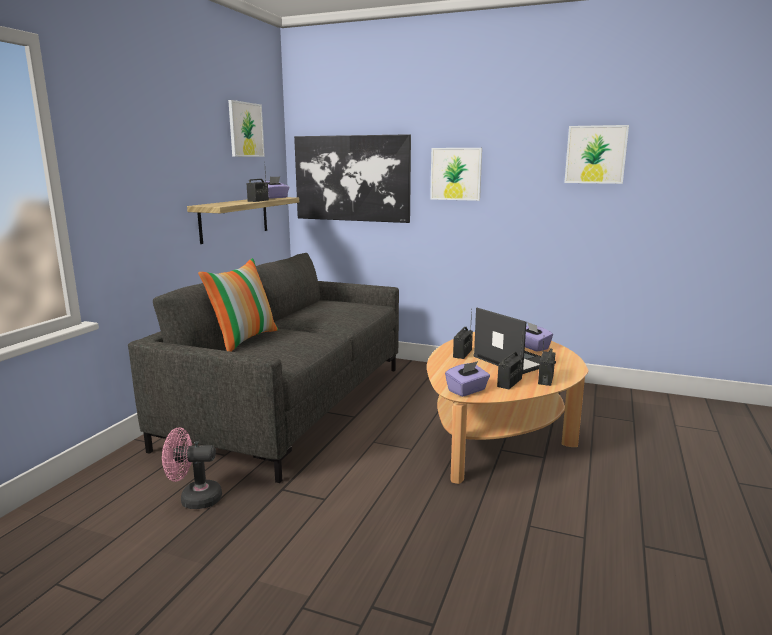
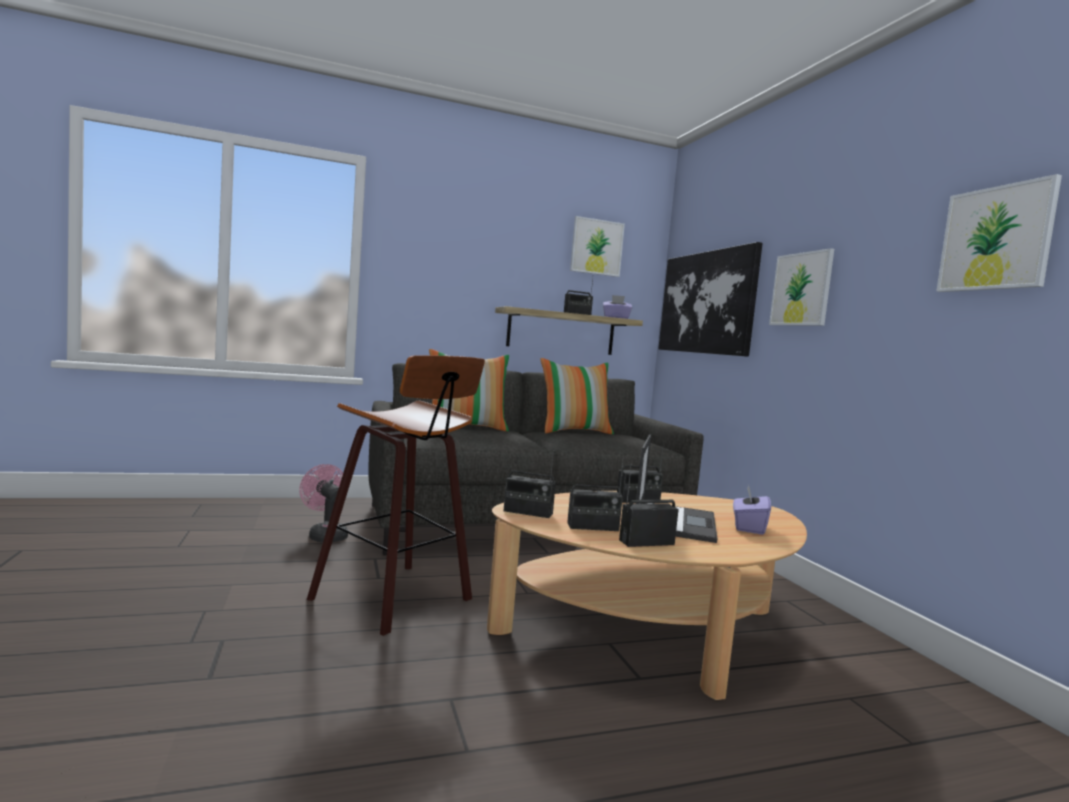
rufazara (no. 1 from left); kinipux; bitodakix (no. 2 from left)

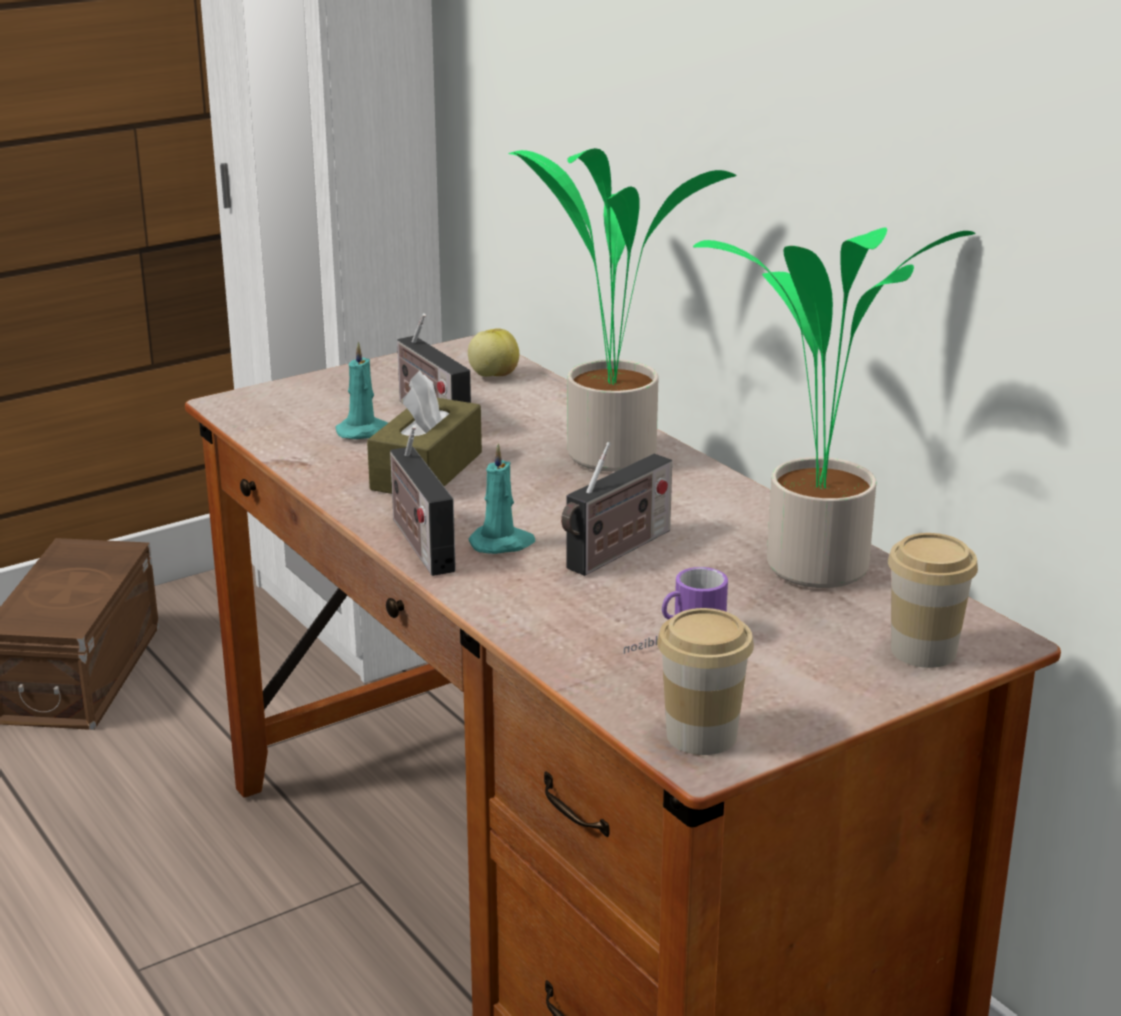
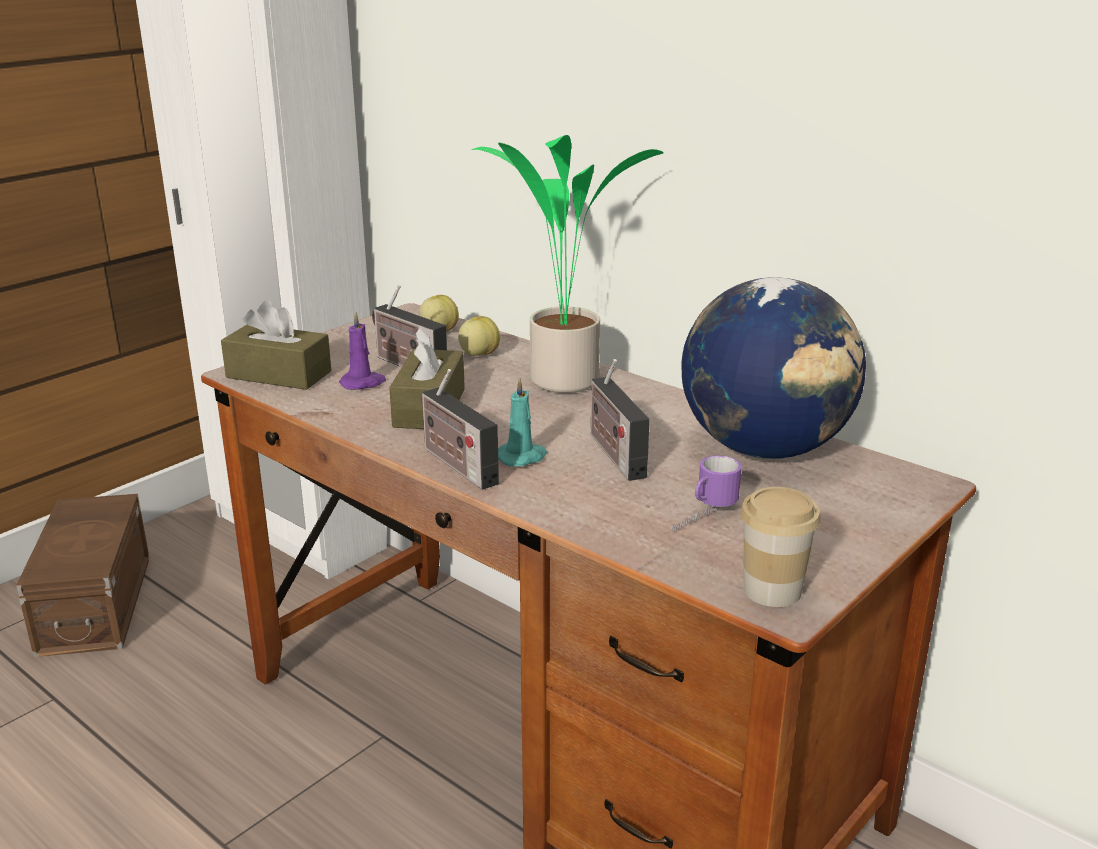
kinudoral; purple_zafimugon; rufazara (no. 3 from left); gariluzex (no. 2 from left in the first image); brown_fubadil (no. 1 from left); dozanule (no. 2 from left)

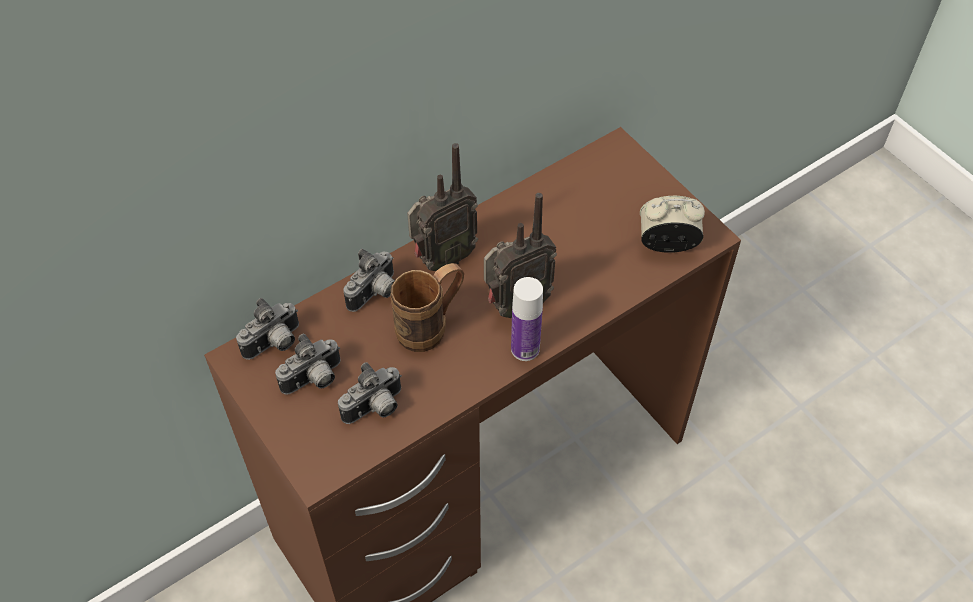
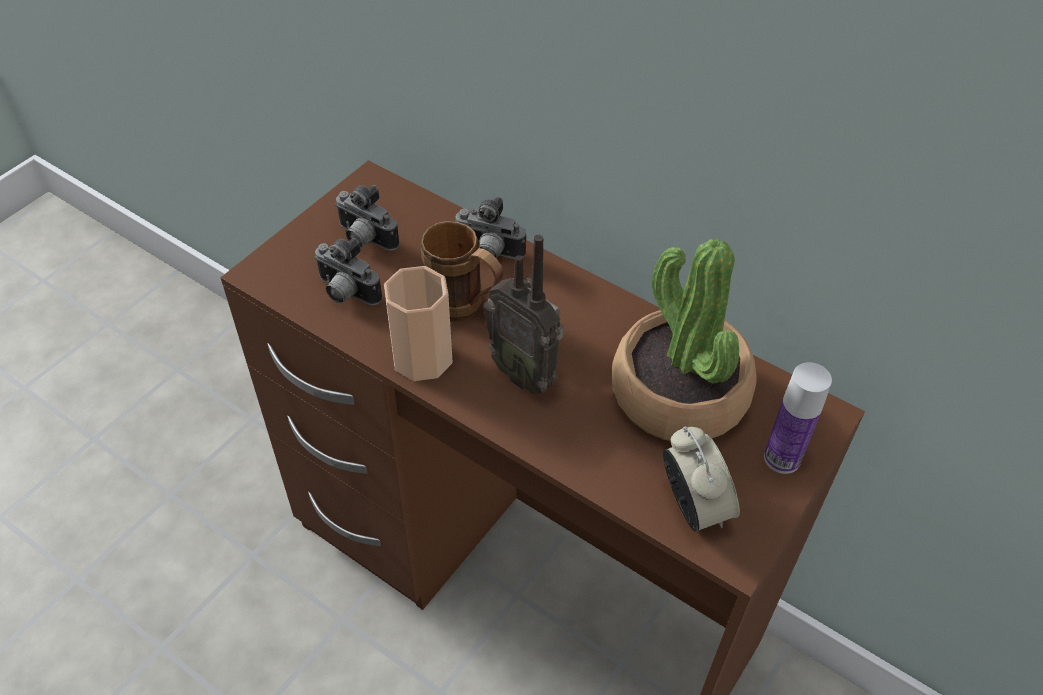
rufazara (no. 1 from left in the first image); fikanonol; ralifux (no. 1 from left in the first image); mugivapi; gariluzex

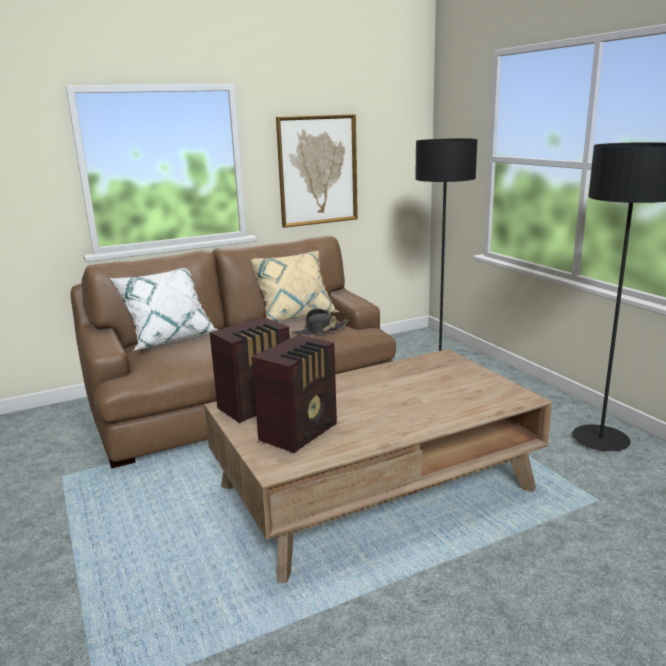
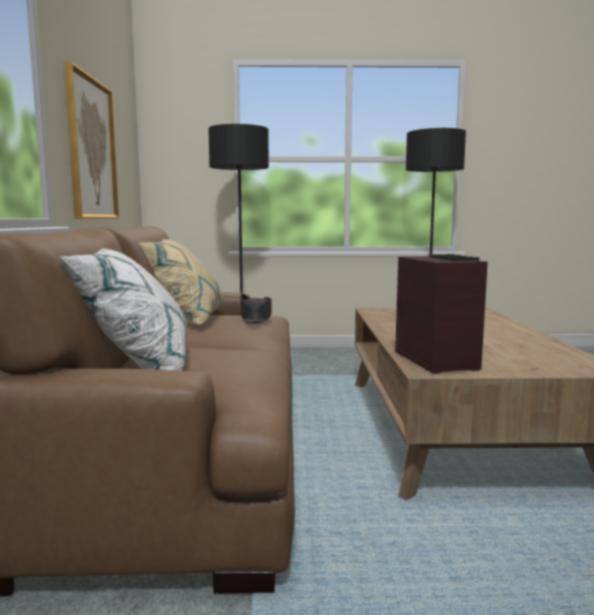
rufazara (no. 2 from left in the first image)

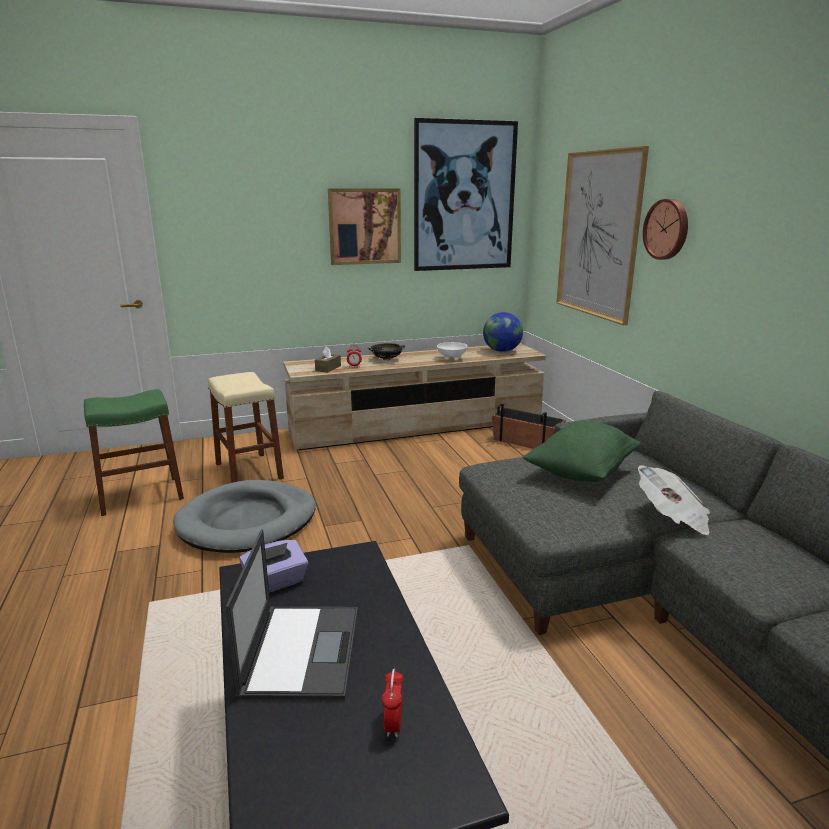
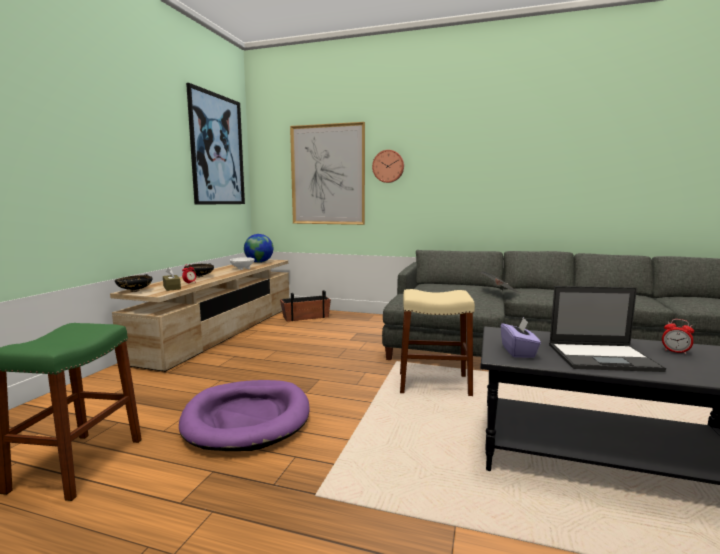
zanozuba (no. 1 from left in the first image); beige_kinipux; green_bitodakix; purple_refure; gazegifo; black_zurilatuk (no. 1 from left)

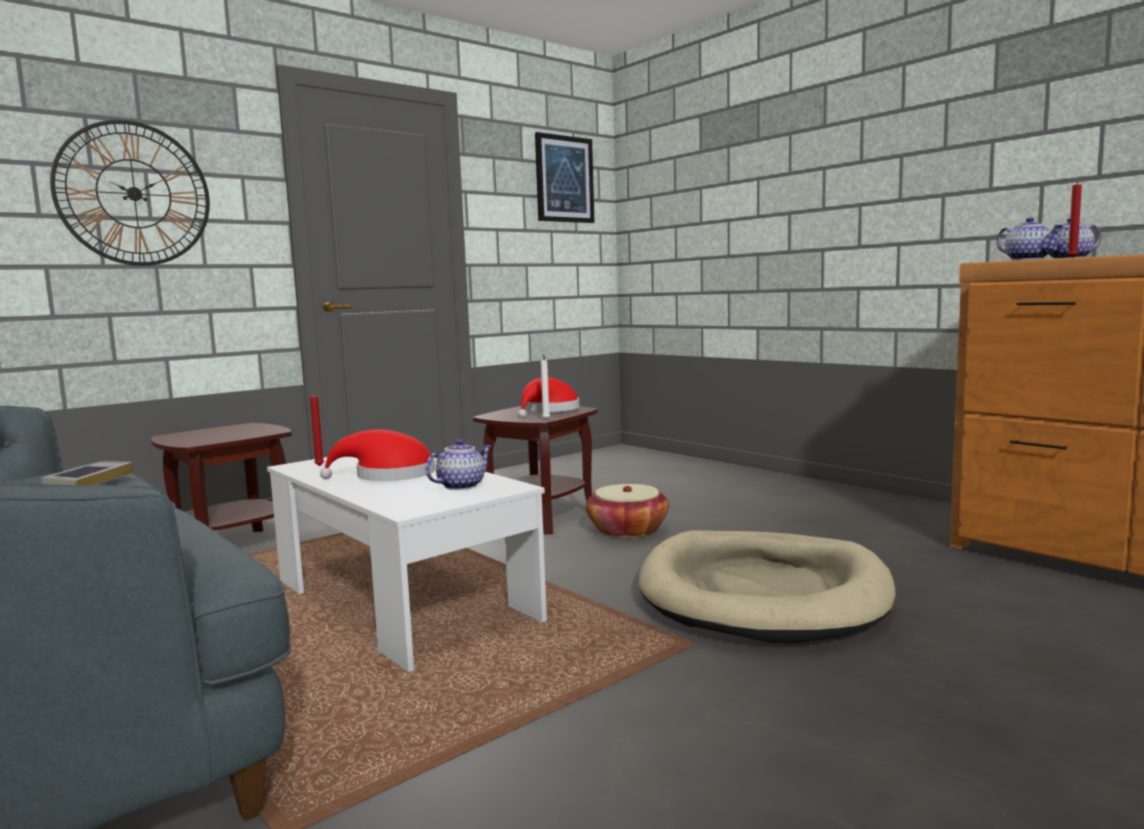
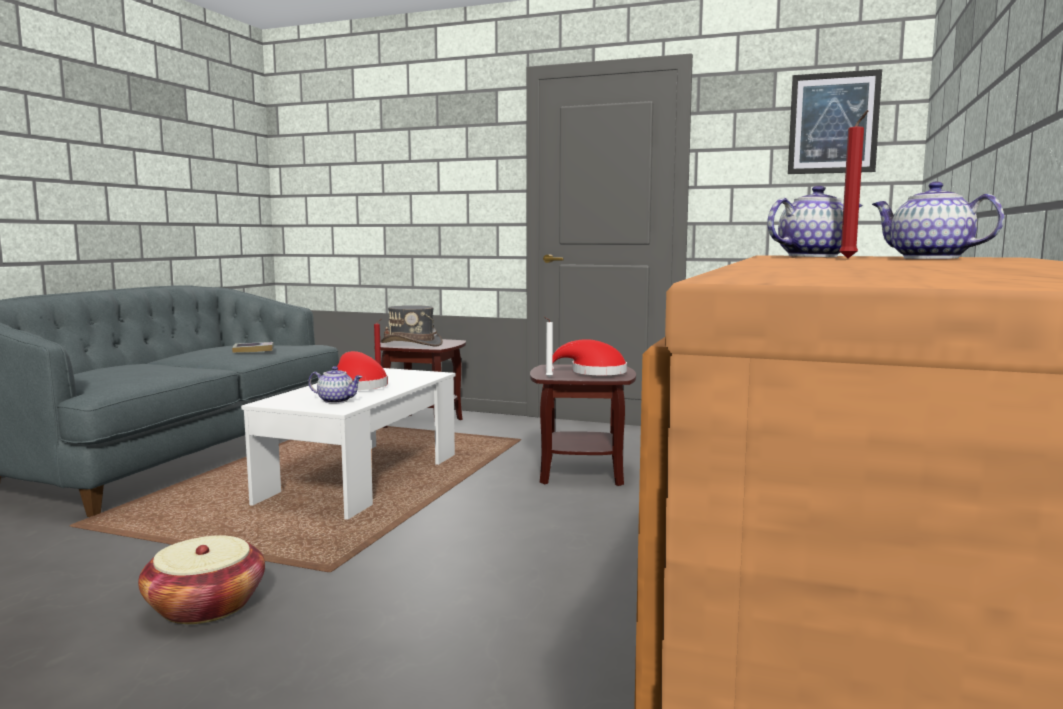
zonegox; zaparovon (no. 2 from left); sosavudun; beige_refure; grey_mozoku

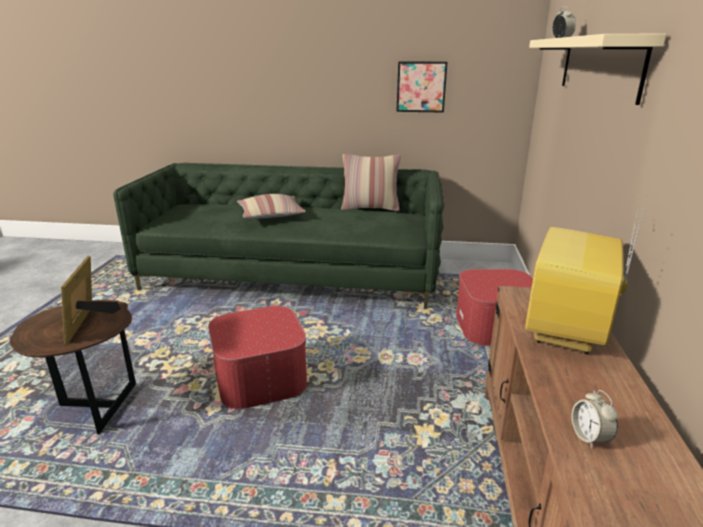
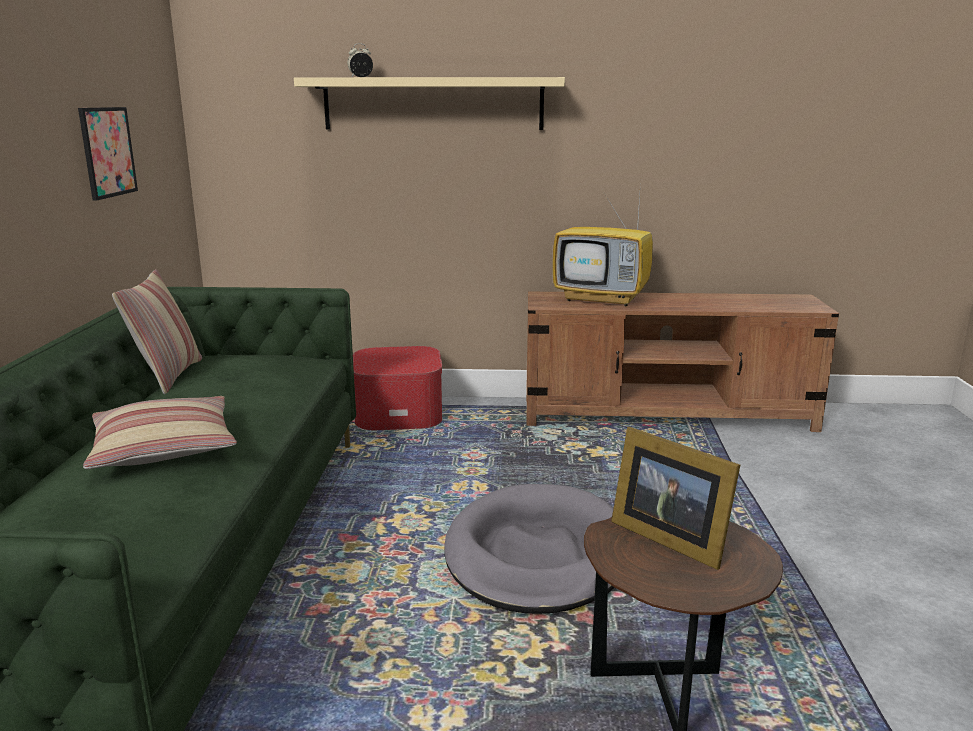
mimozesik; grey_refure; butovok (no. 2 from left in the first image)

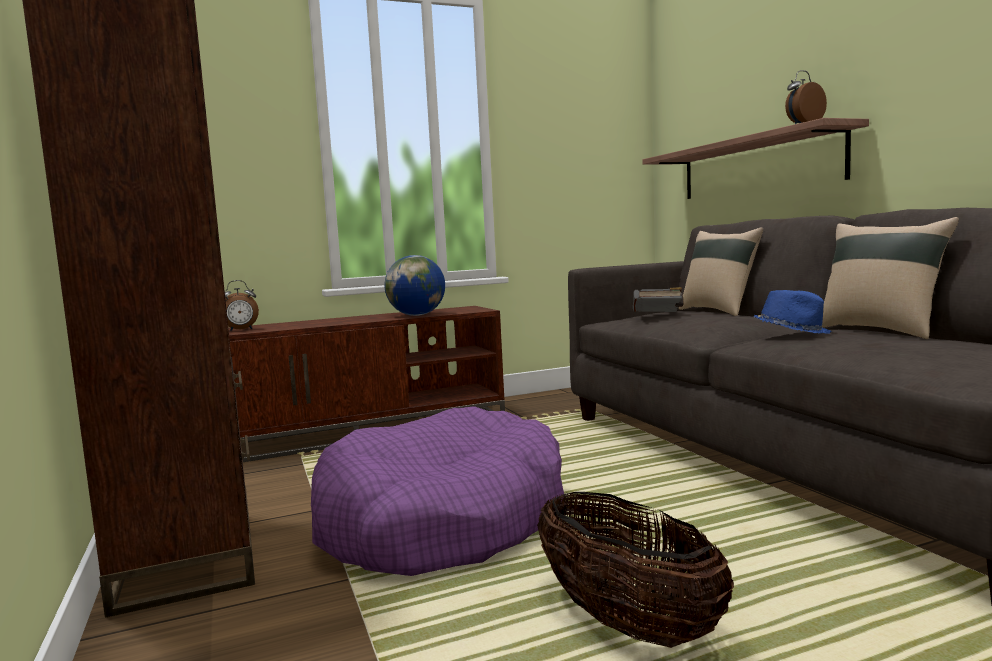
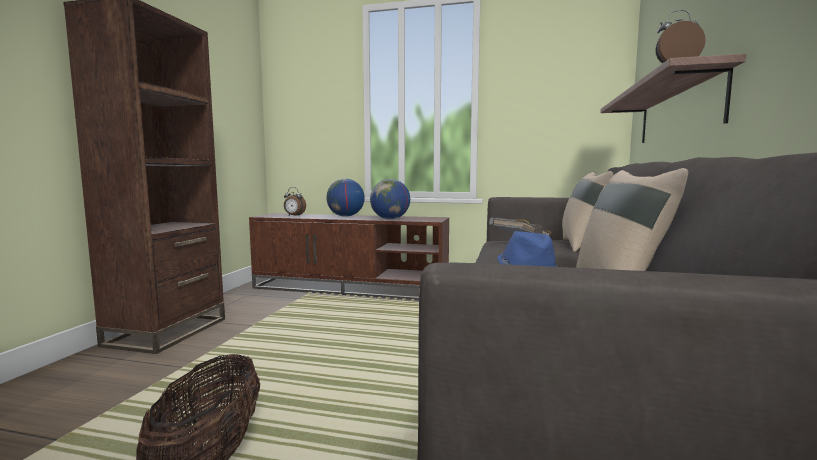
purple_refure; kinudoral (no. 1 from left)

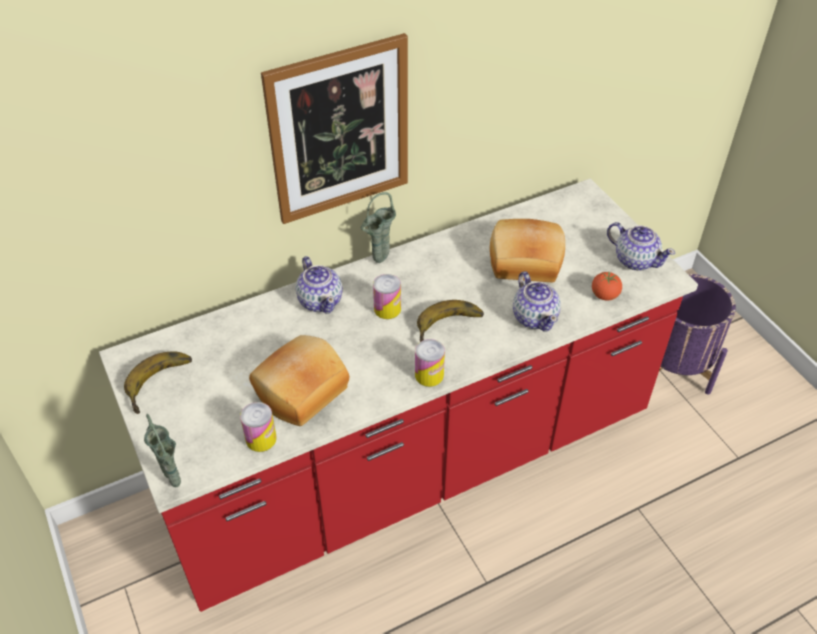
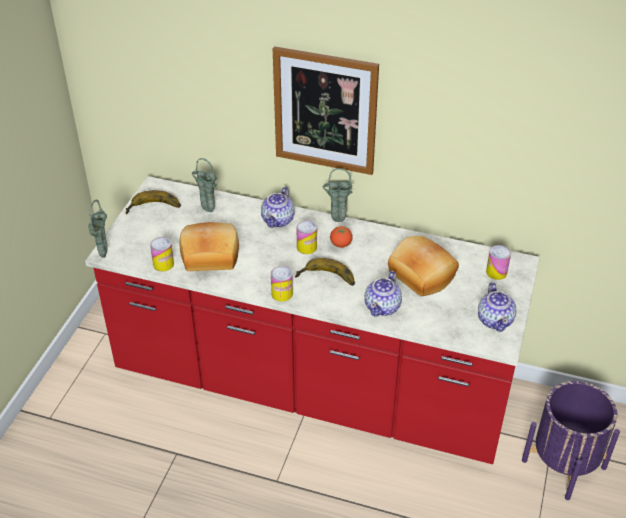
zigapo; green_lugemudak (no. 2 from left); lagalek (no. 4 from left)

